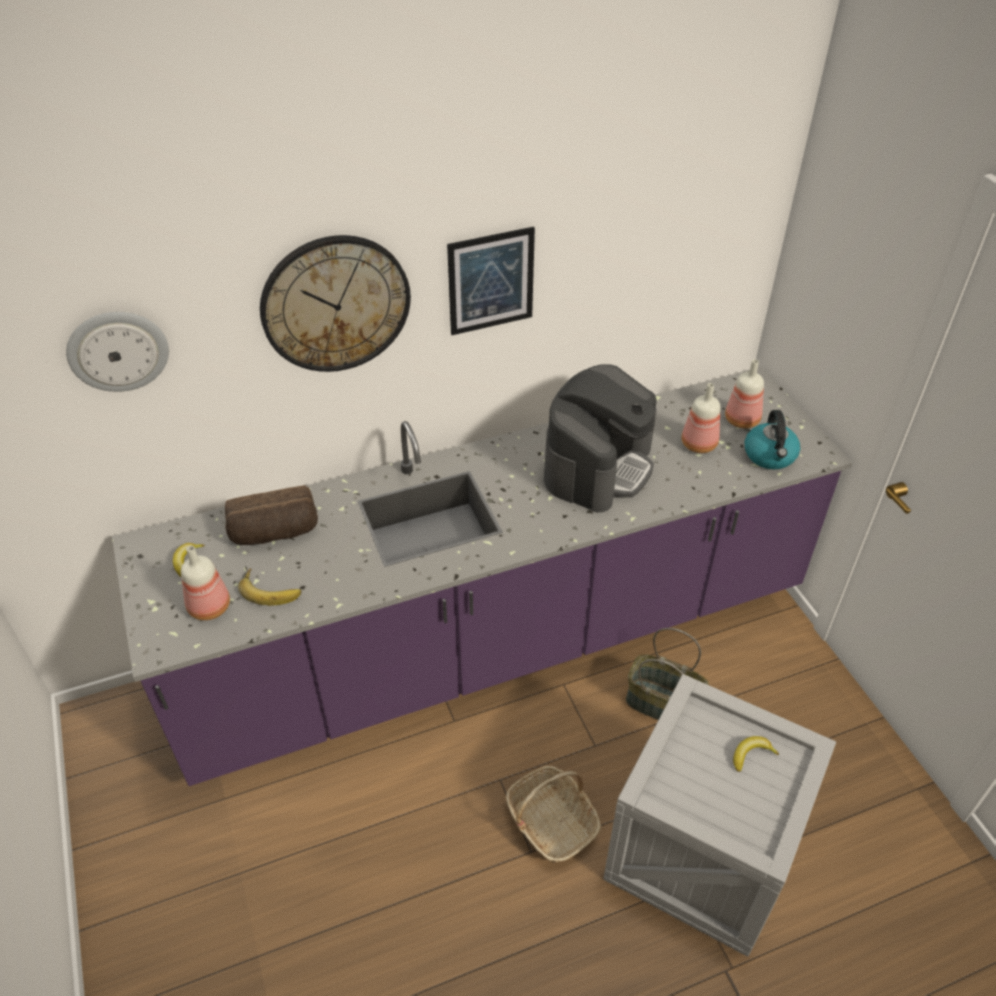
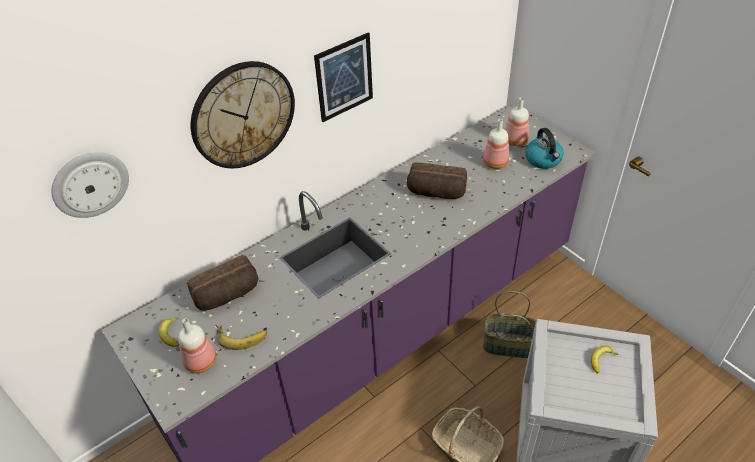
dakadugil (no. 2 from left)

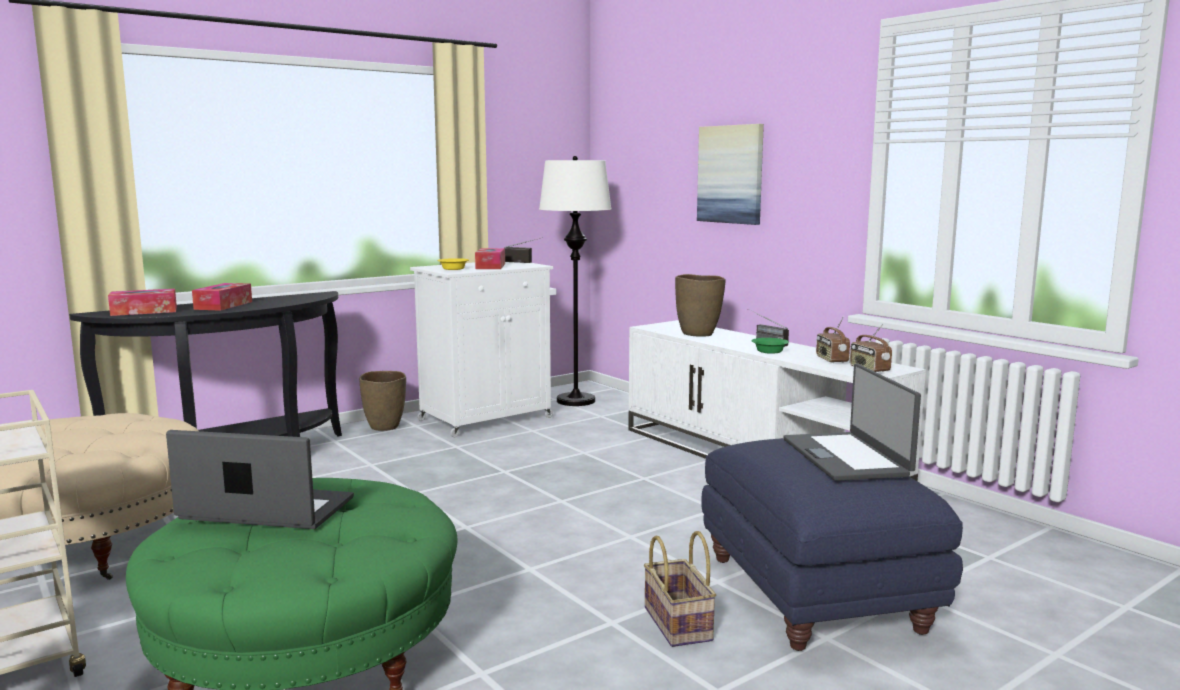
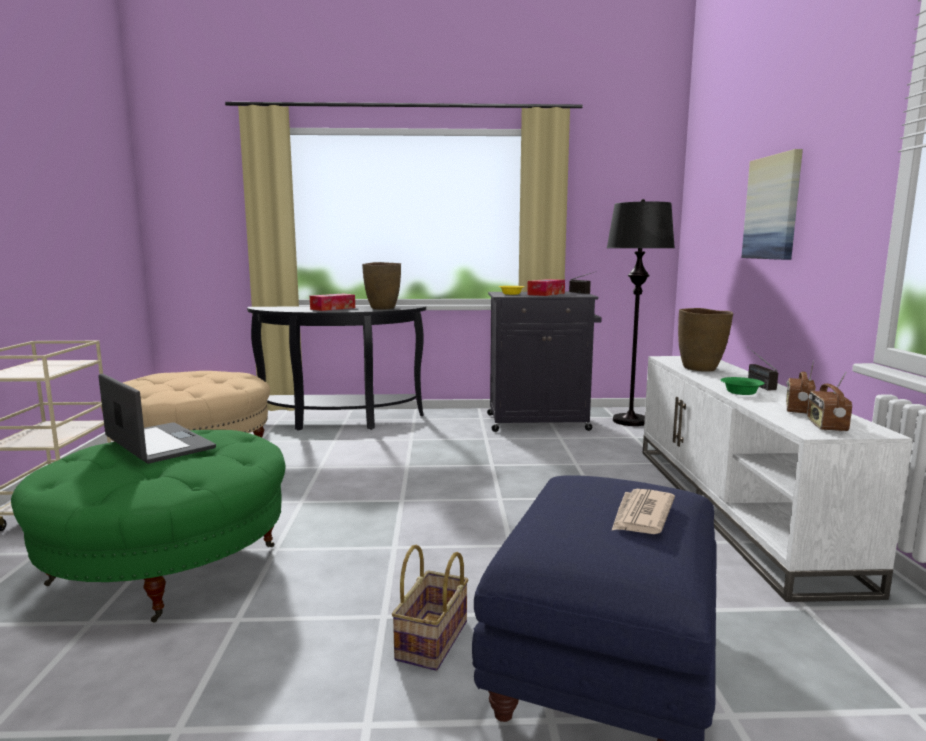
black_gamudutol; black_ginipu; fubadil (no. 1 from left in the first image); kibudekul; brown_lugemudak (no. 1 from left)

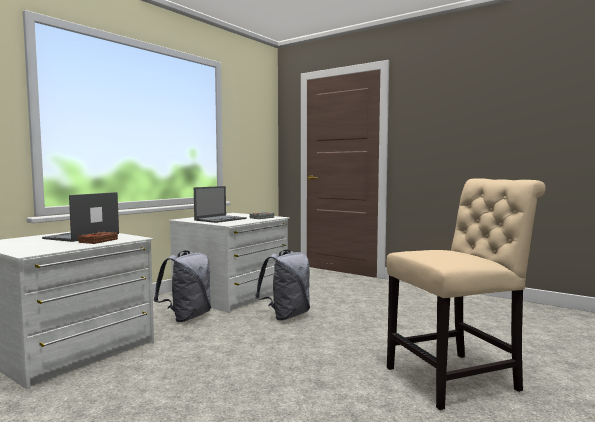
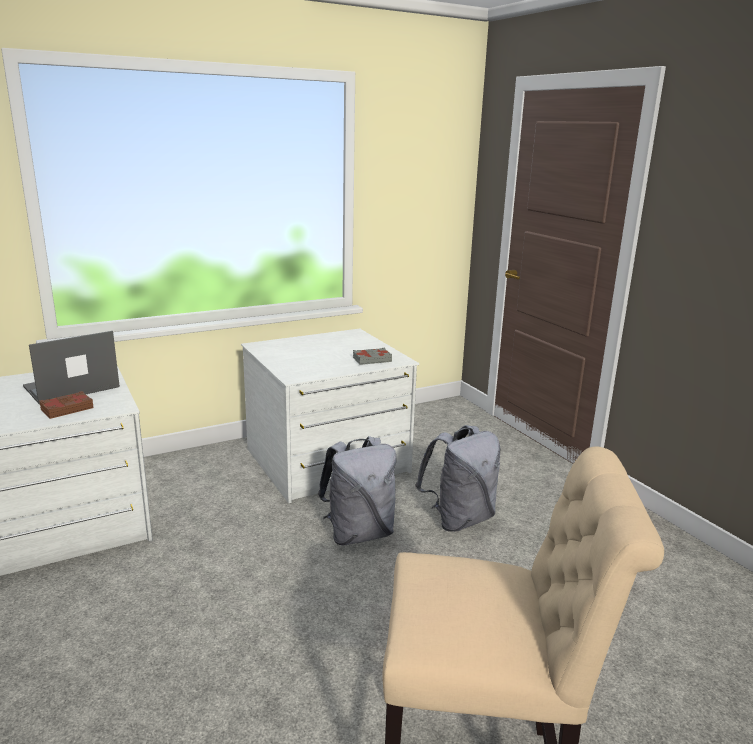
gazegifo (no. 2 from left in the first image); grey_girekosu (no. 2 from left)

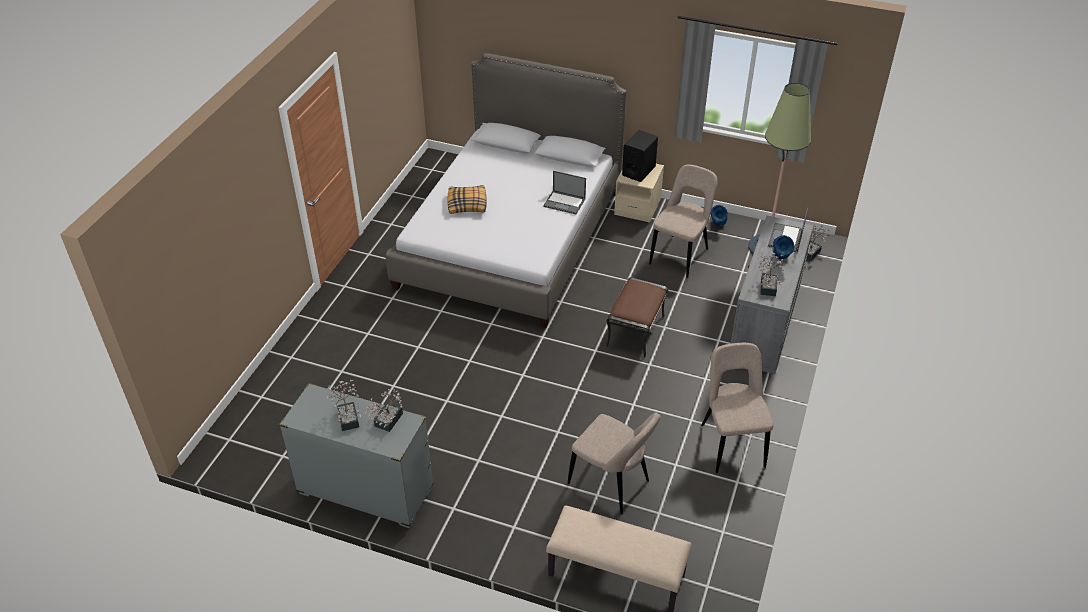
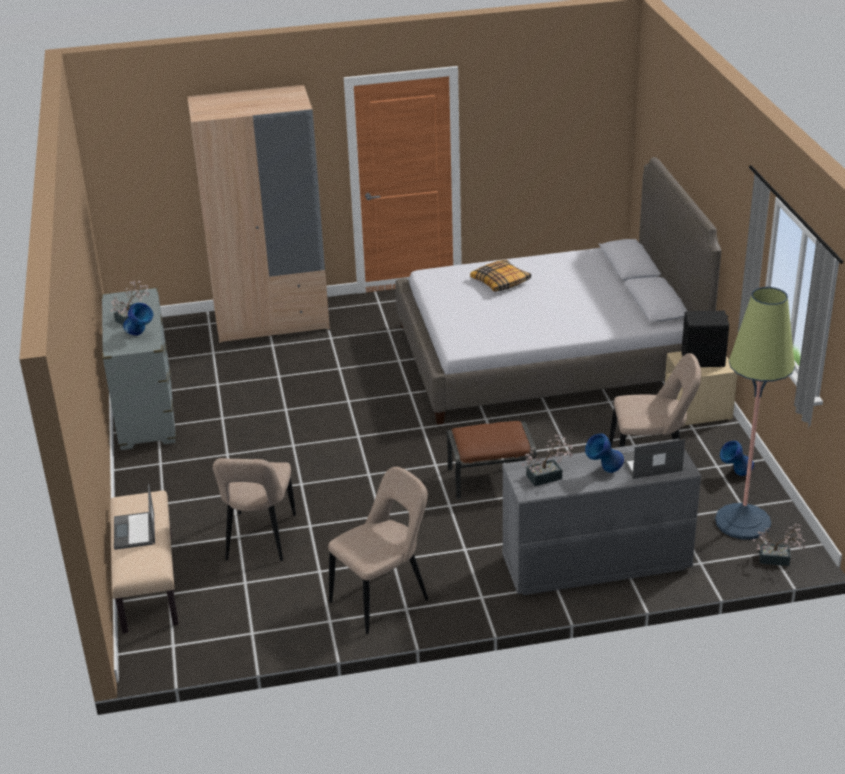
gazegifo (no. 1 from left); blue_lugemudak (no. 1 from left); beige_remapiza

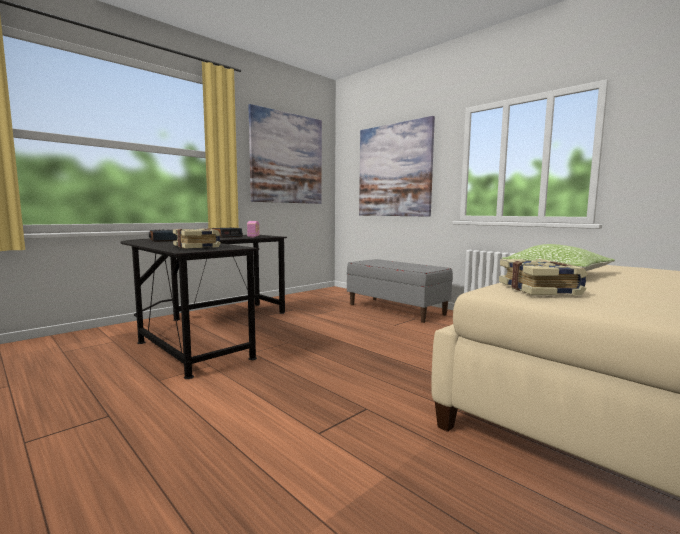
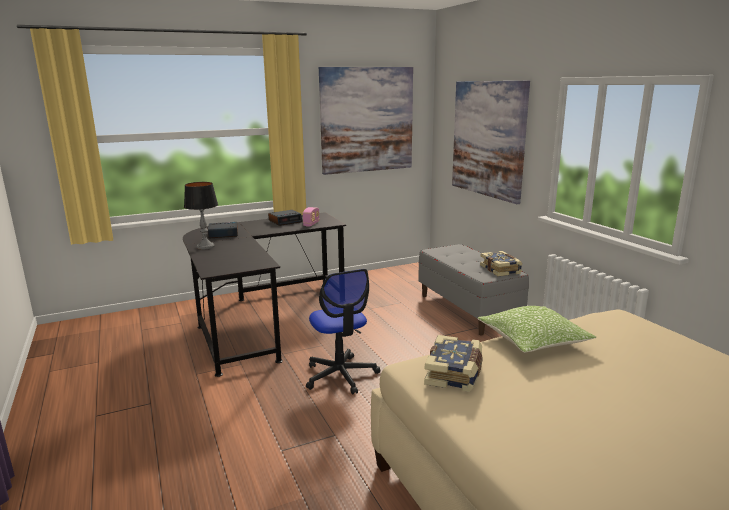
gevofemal (no. 2 from left); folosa; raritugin

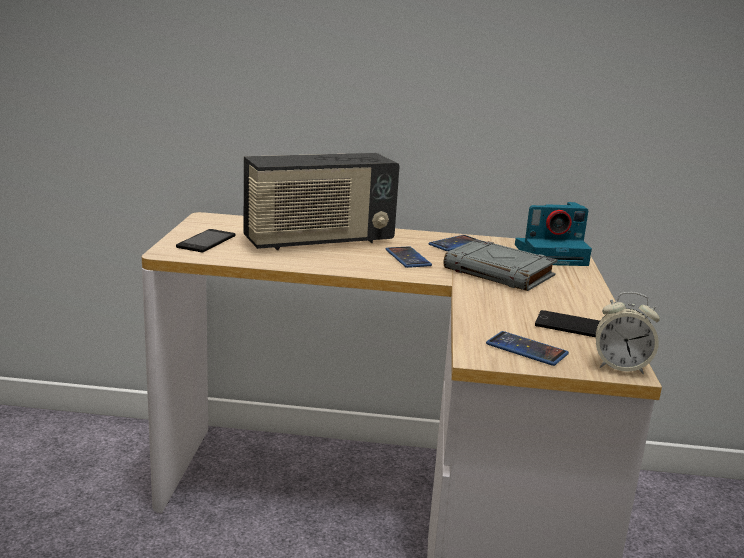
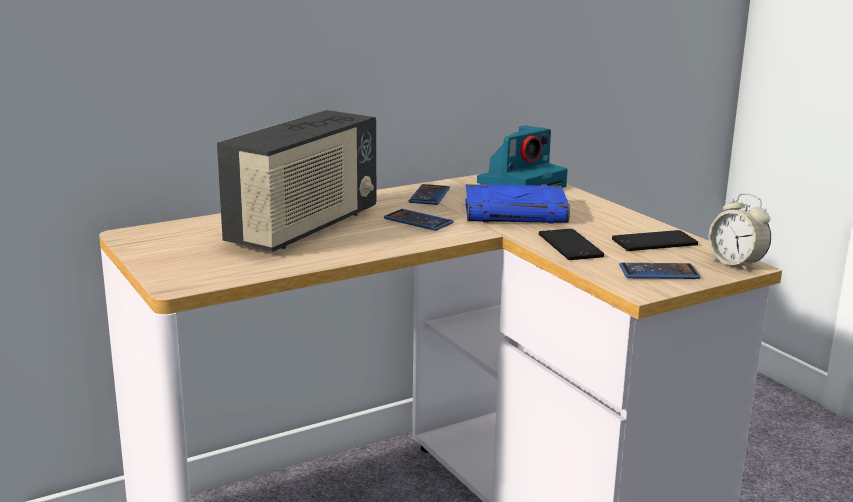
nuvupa (no. 3 from left); blue_gevofemal; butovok

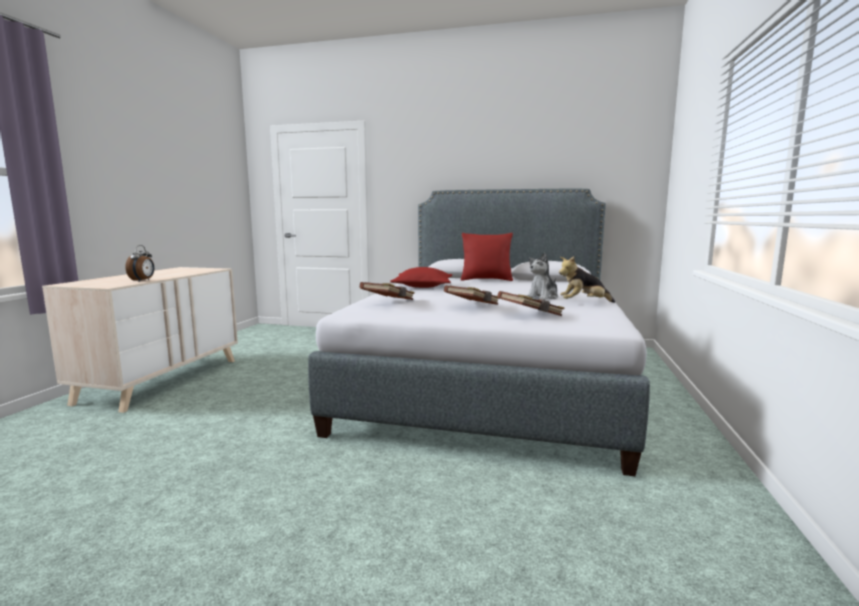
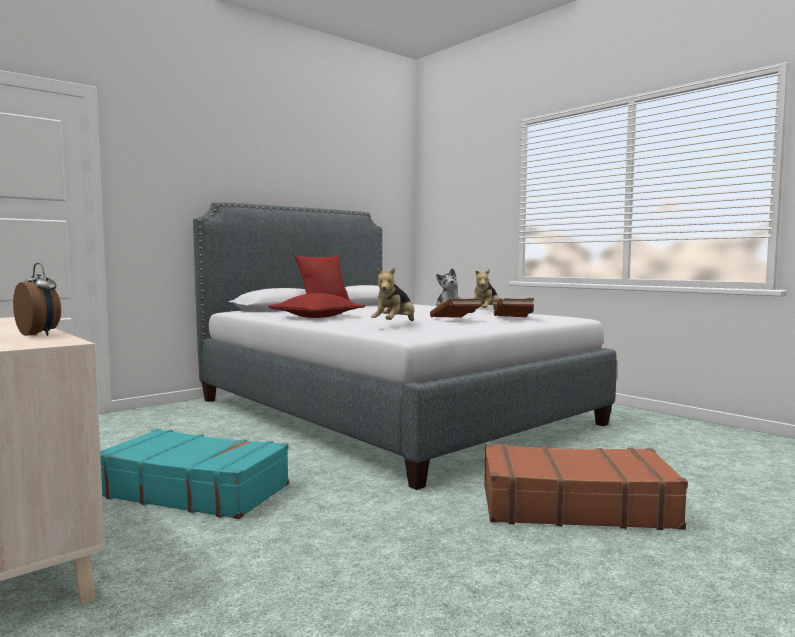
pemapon (no. 1 from left); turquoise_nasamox; brown_nasamox

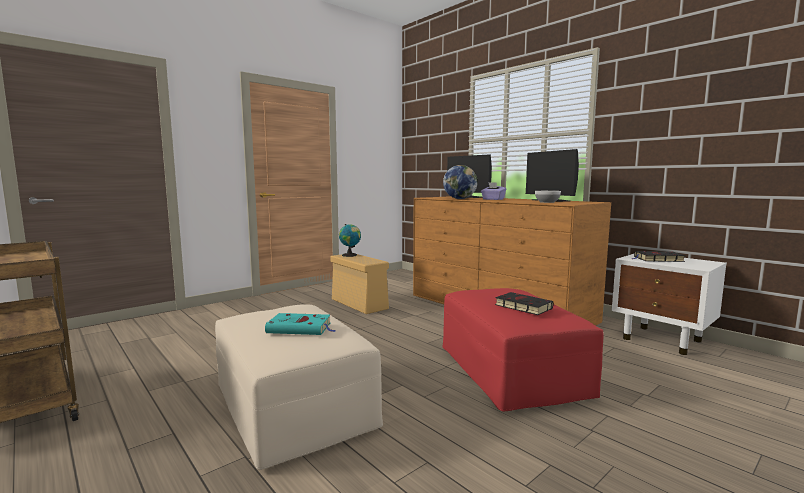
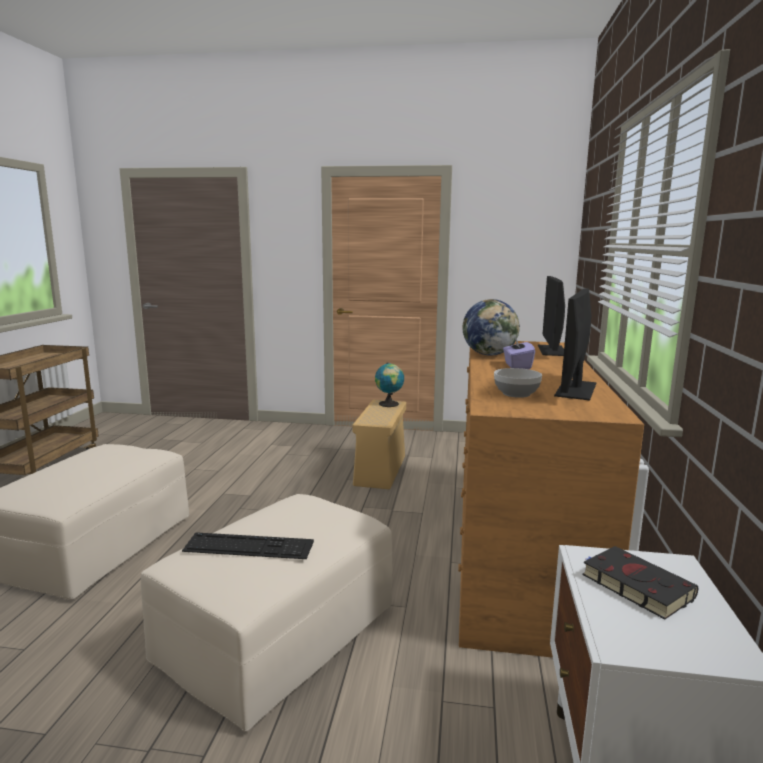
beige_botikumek (no. 2 from left); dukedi; turquoise_gevofemal

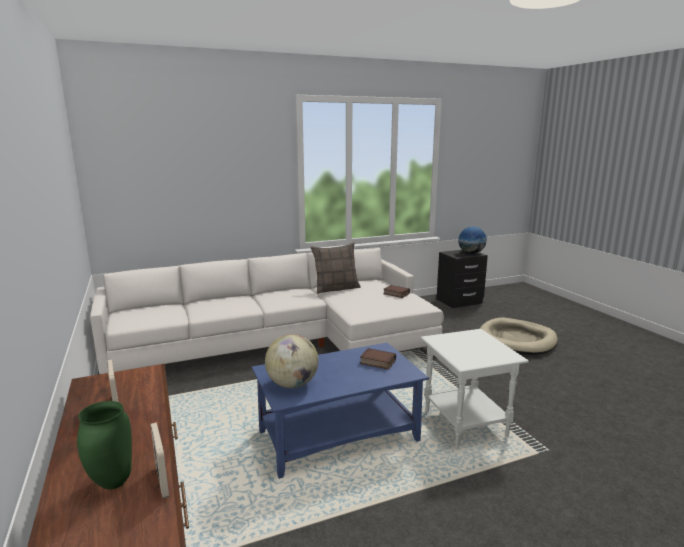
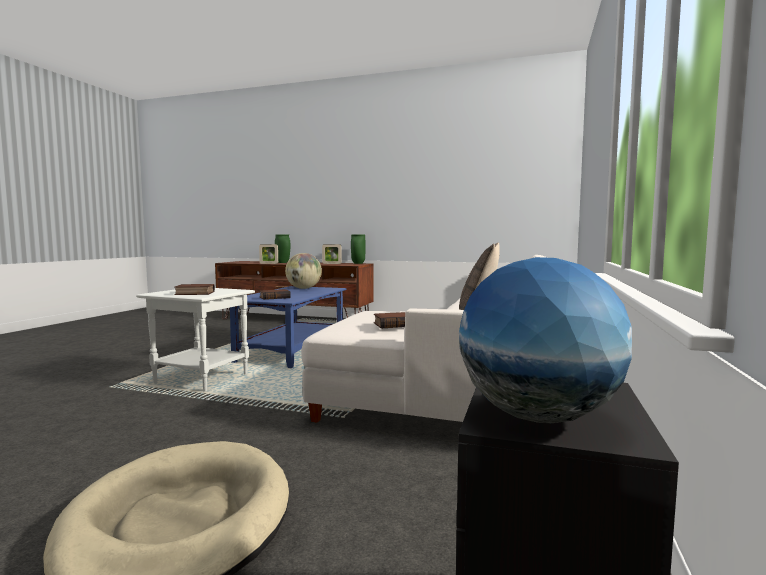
green_lugemudak (no. 2 from left); gevofemal (no. 1 from left)

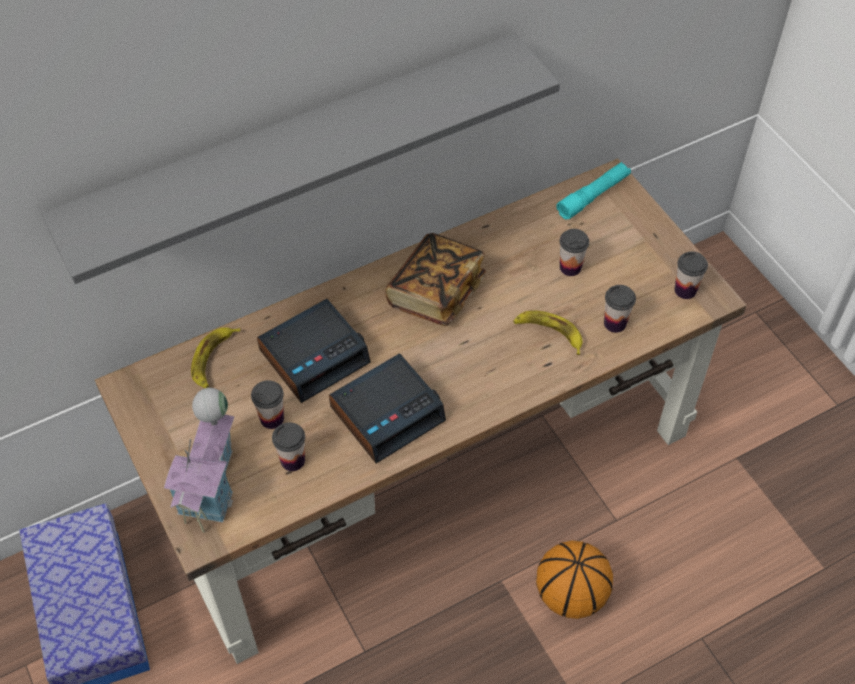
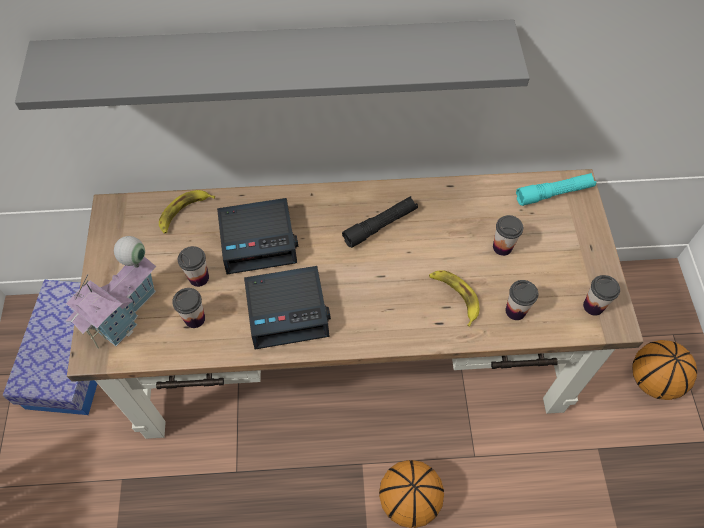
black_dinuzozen; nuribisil (no. 2 from left)

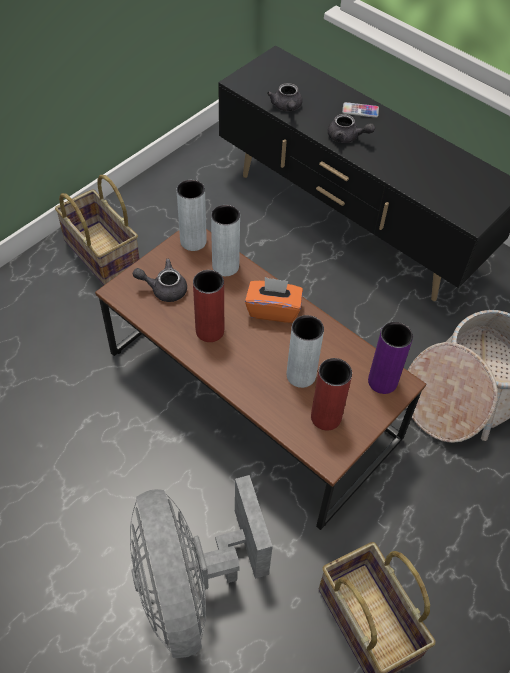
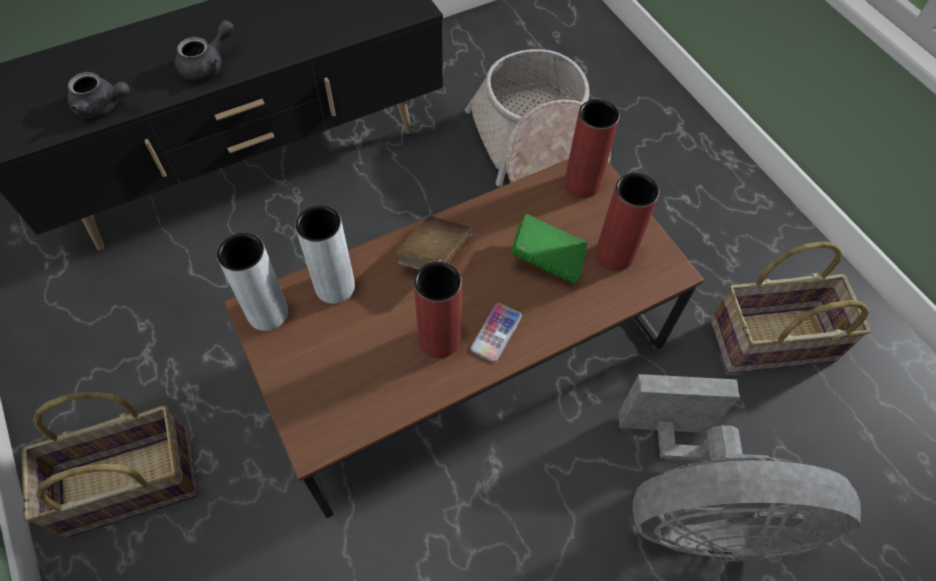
nuvupa; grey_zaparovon (no. 1 from left in the first image); brown_gevofemal; green_gevofemal; red_lugemudak (no. 2 from left)

